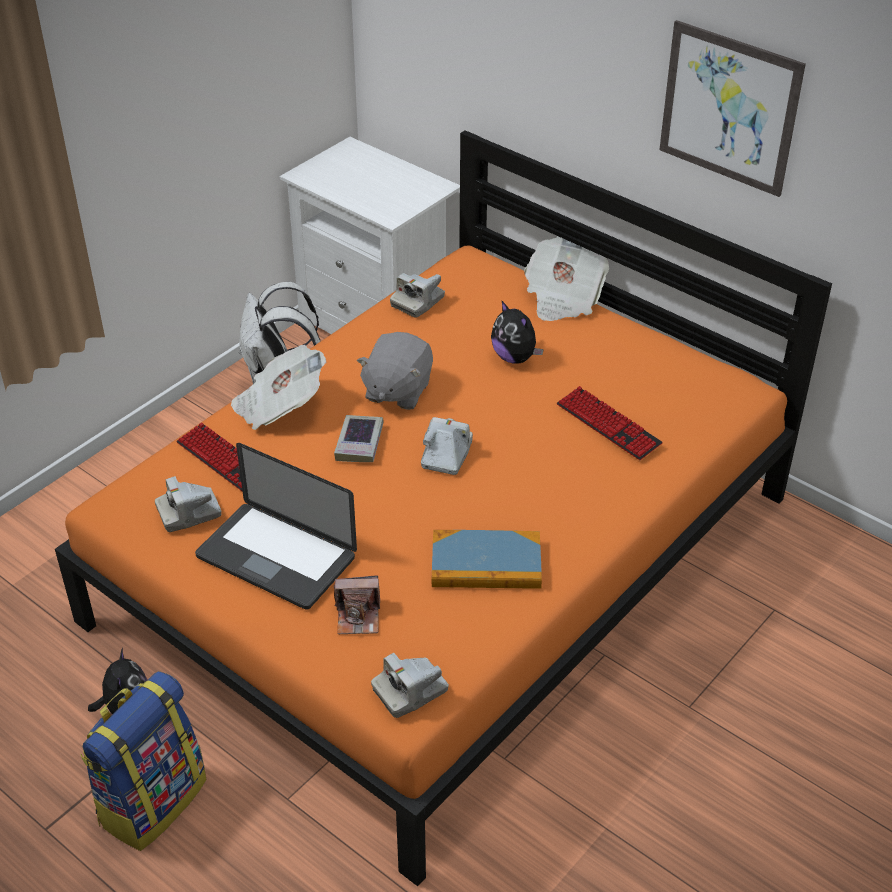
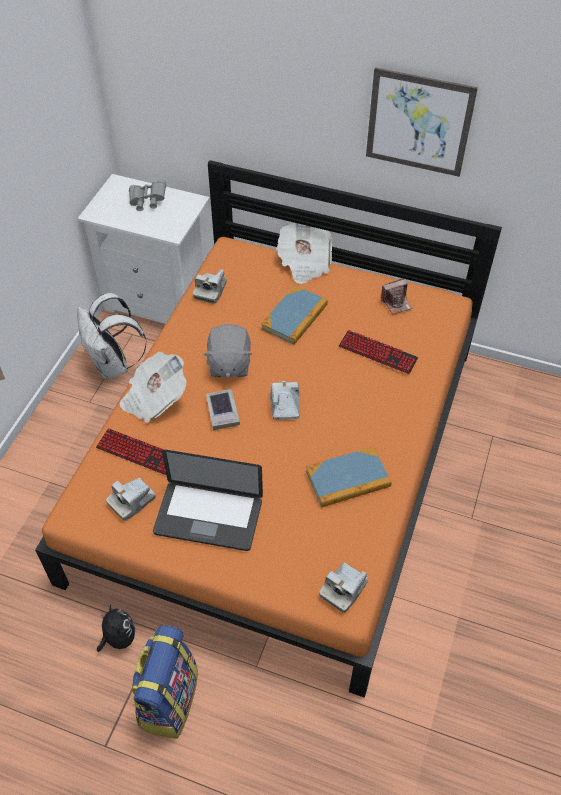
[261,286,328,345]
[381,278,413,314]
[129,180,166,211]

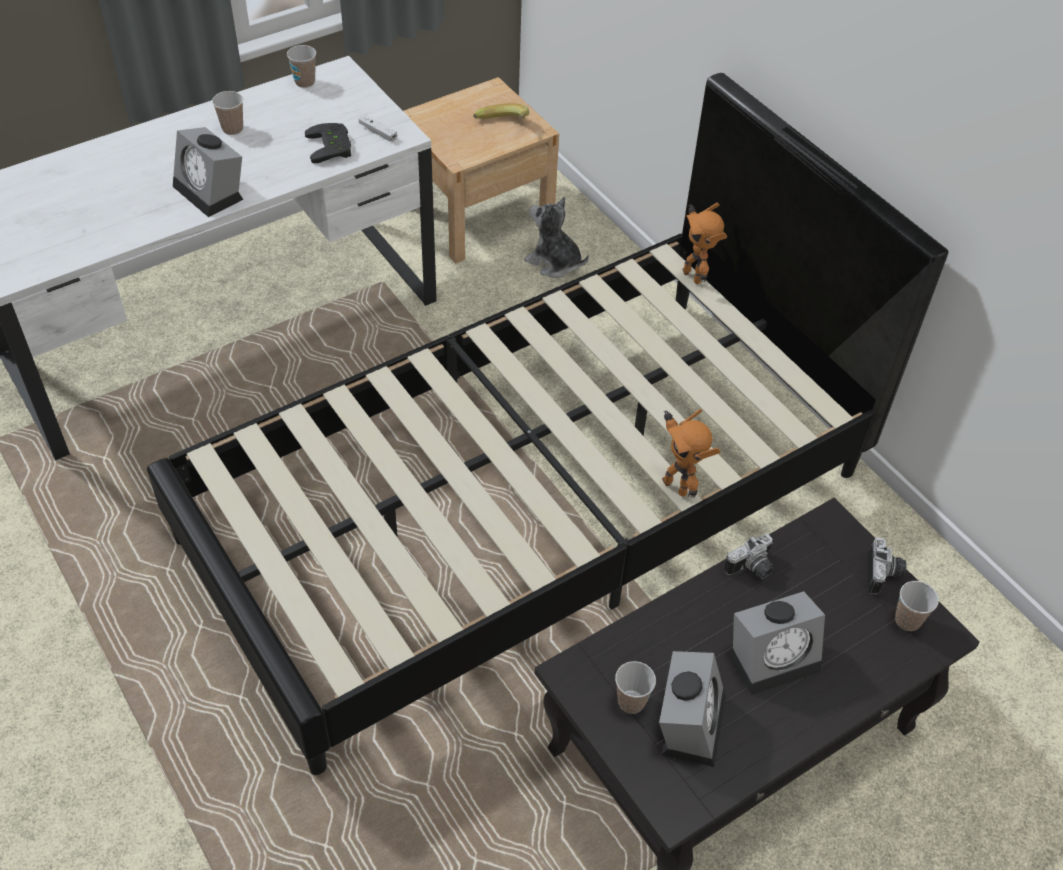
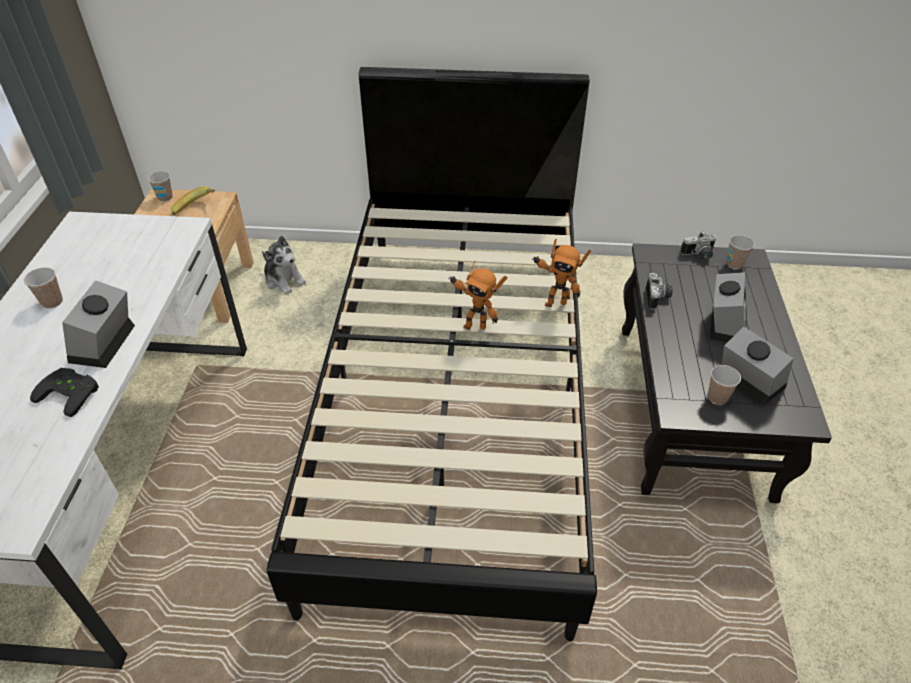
[148,171,173,202]
[359,115,397,142] (first image)
[30,368,99,417]
[62,280,135,368]
[262,236,306,295]
[448,261,507,330]
[681,231,716,260]

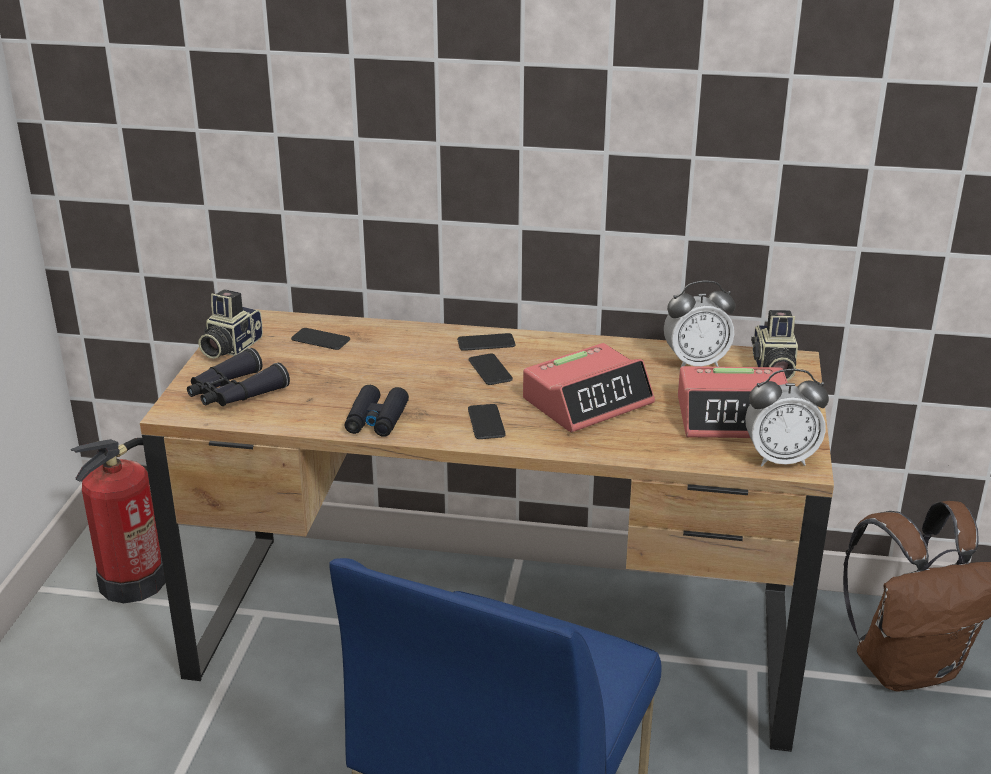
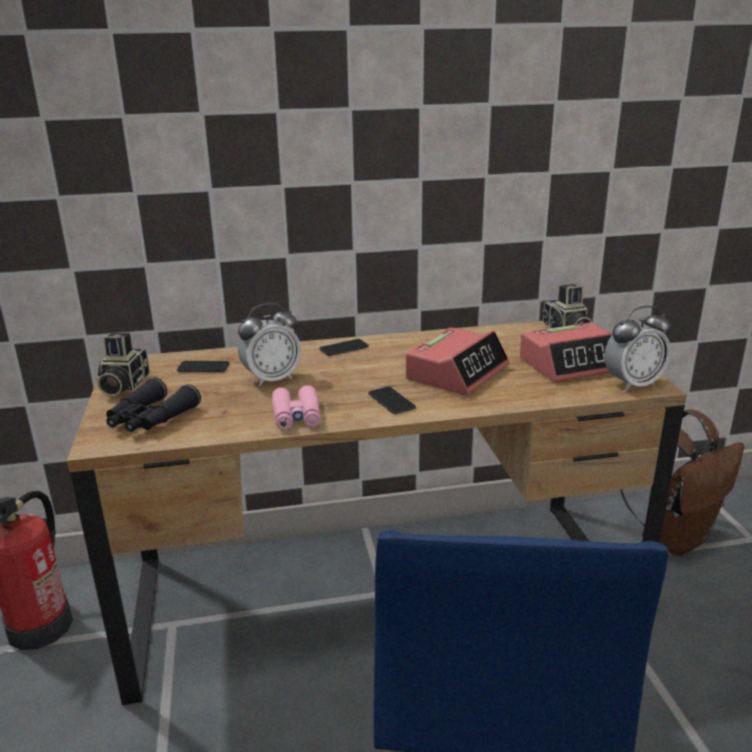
[238,303,301,387]
[469,354,513,385] (first image)
[272,385,321,430]

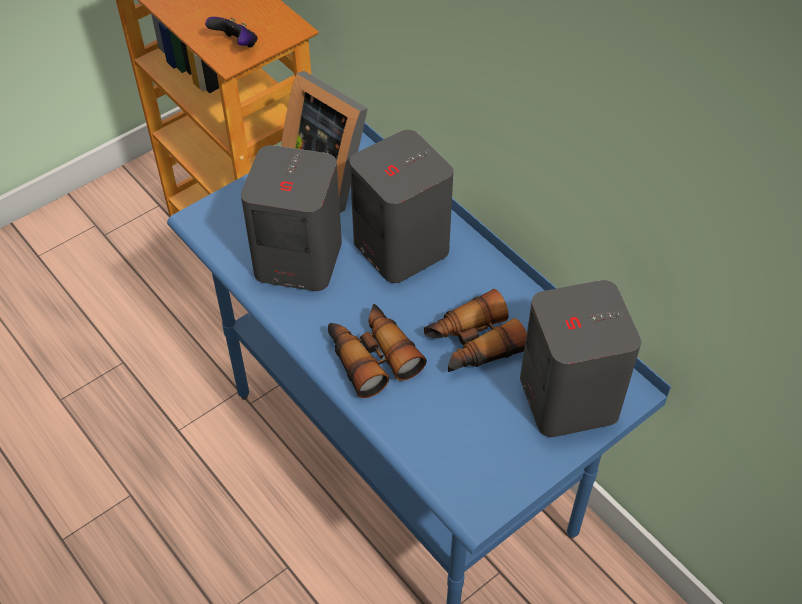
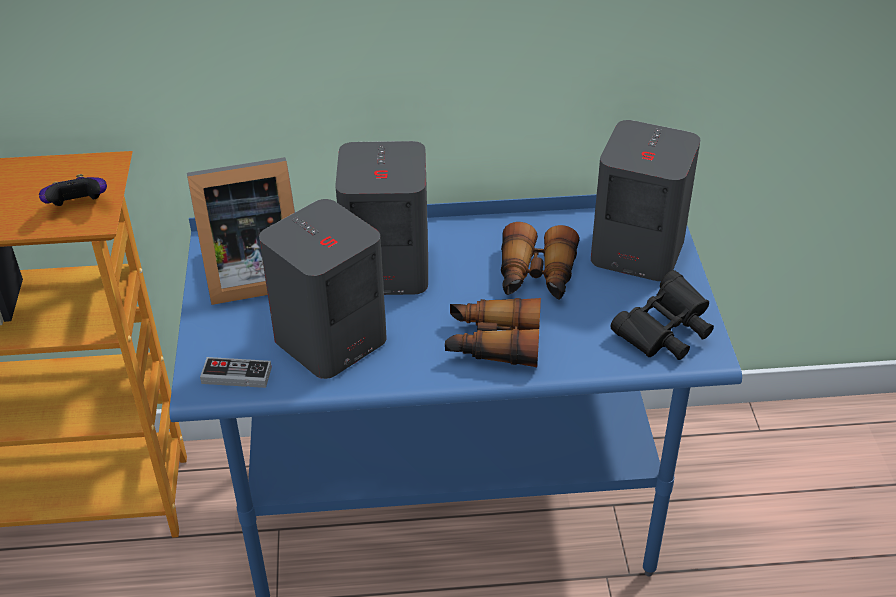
[610,270,714,360]
[200,357,272,388]

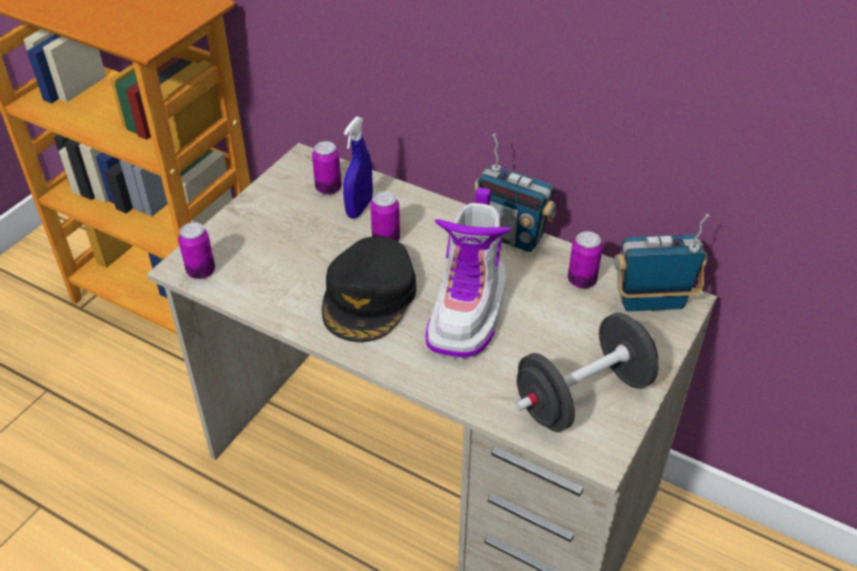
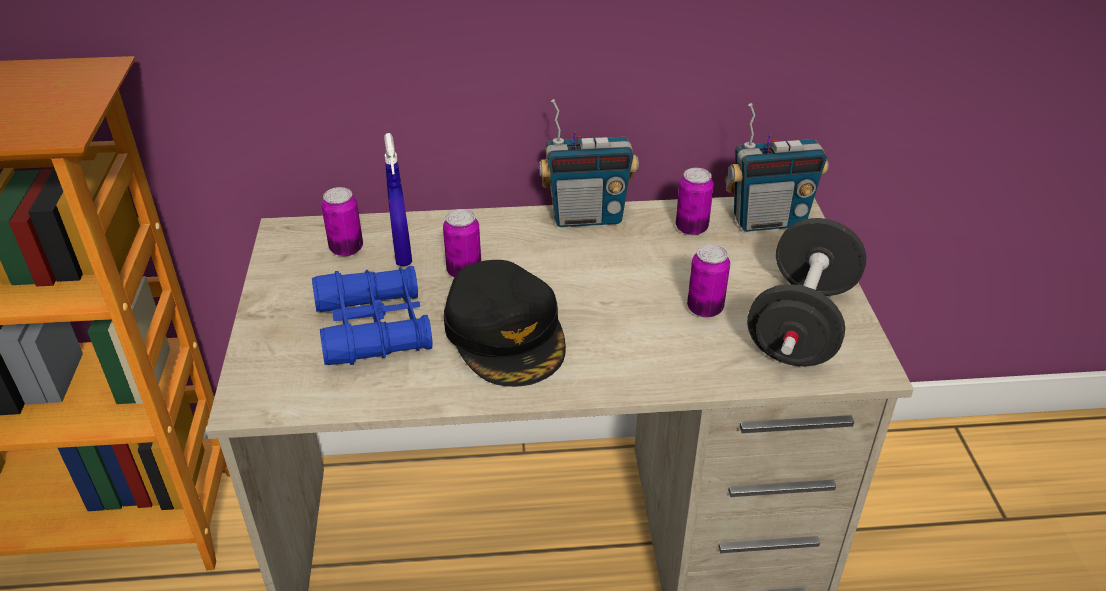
[425,187,512,359] (first image)
[725,103,828,232]
[687,244,730,318]
[312,266,433,365]

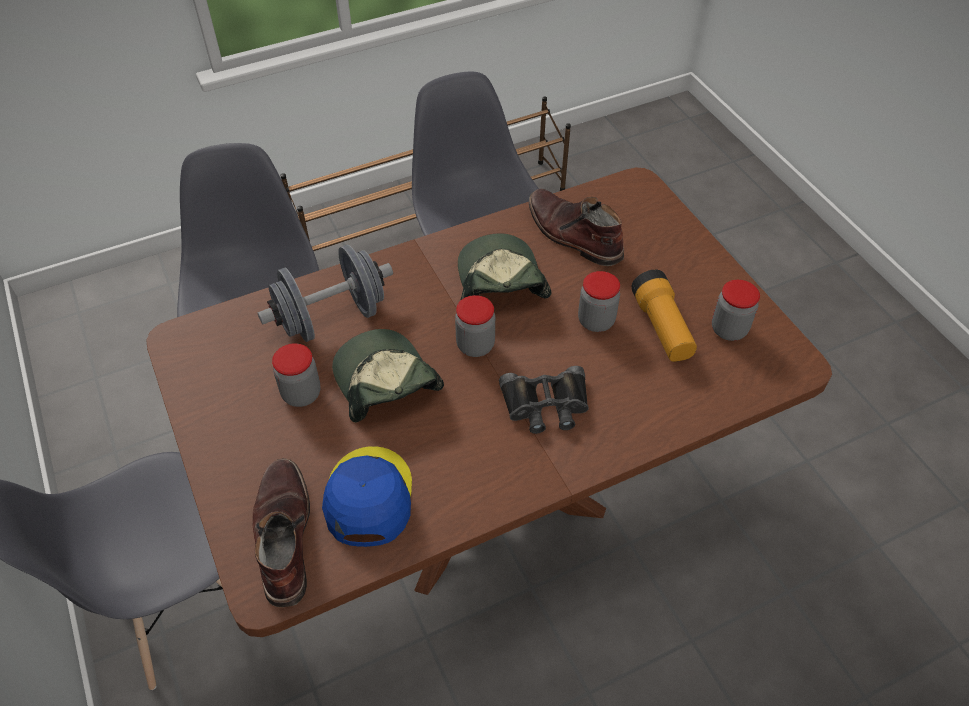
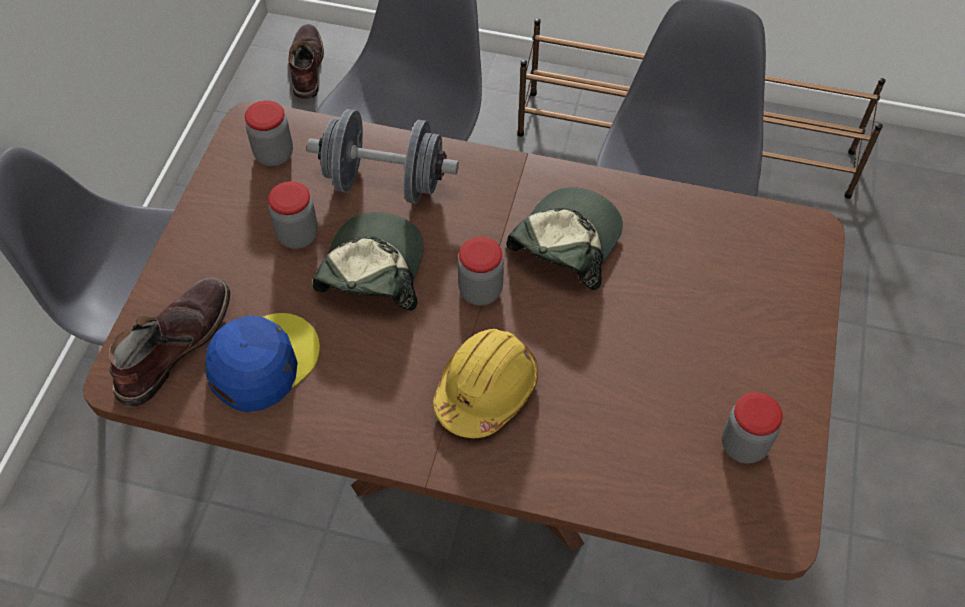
[289,24,324,99]
[631,269,697,362] (first image)
[245,100,293,166]
[433,329,538,438]

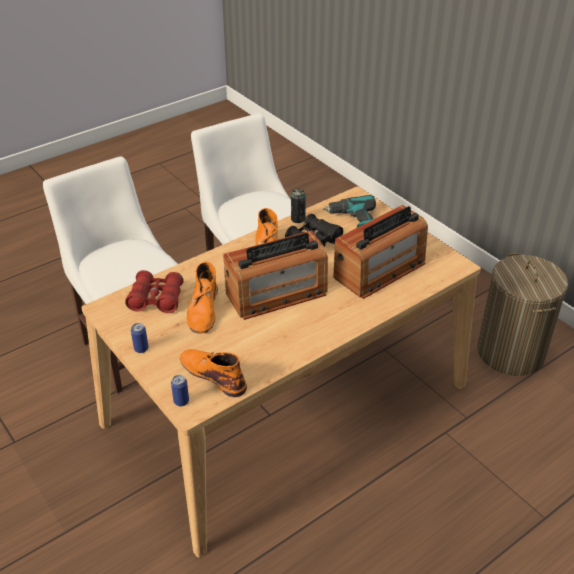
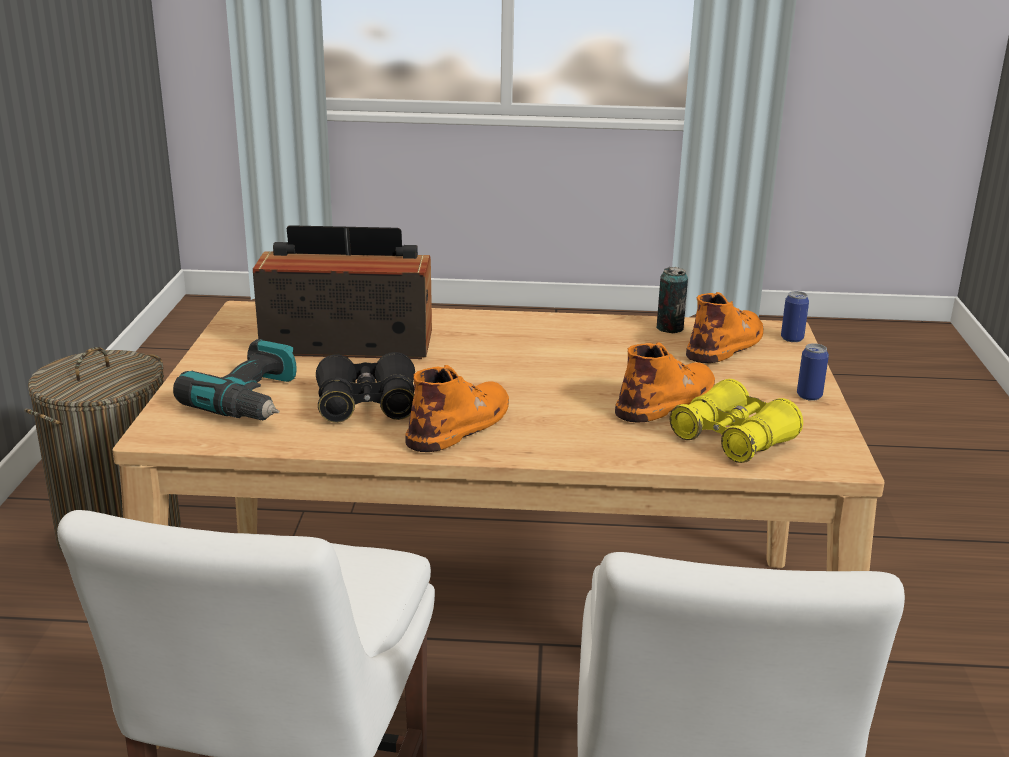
[656,267,688,333]
[223,231,328,320] (first image)
[670,379,803,463]
[686,292,763,363]

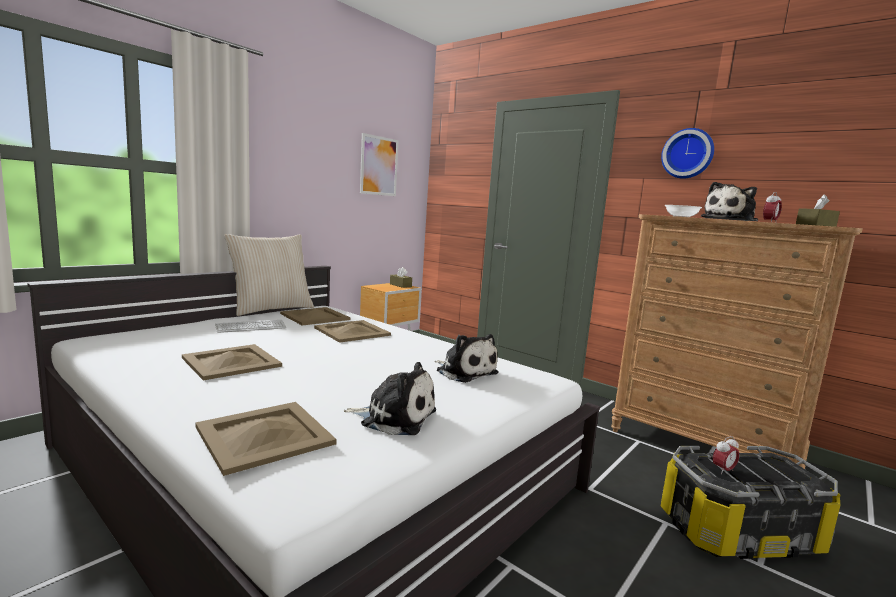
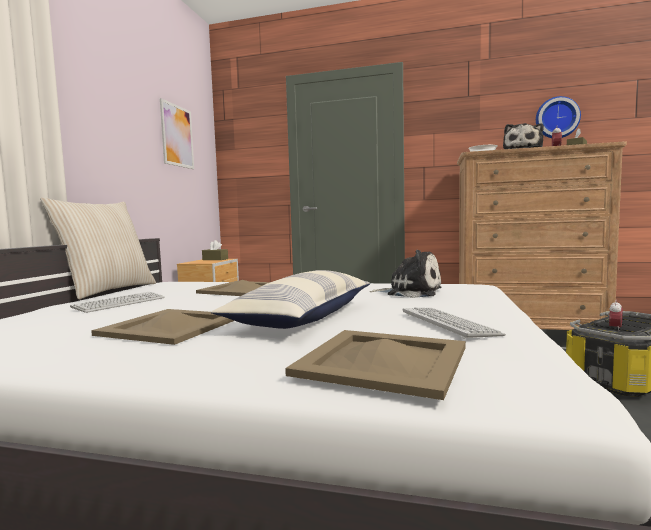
[536,96,581,138]
[280,307,350,326] (first image)
[403,307,506,339]
[211,270,370,329]

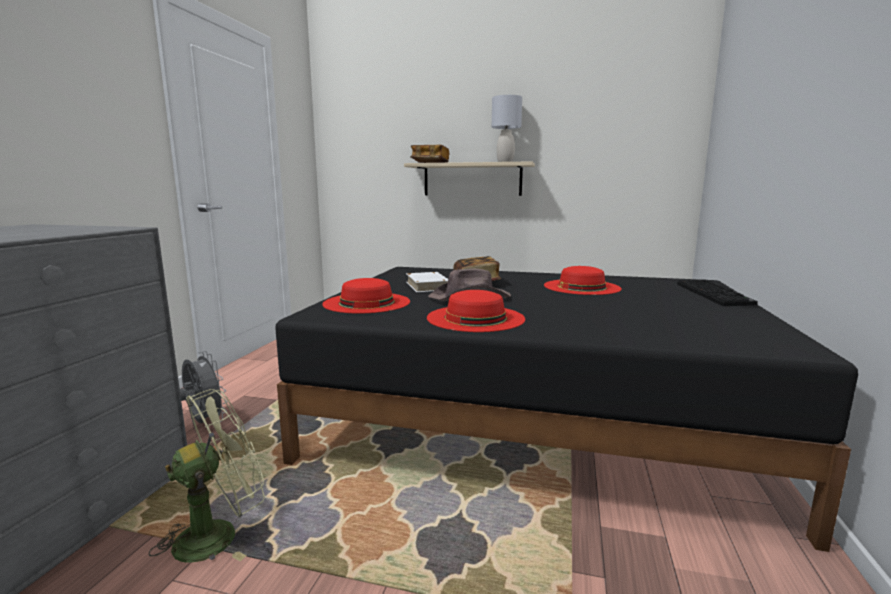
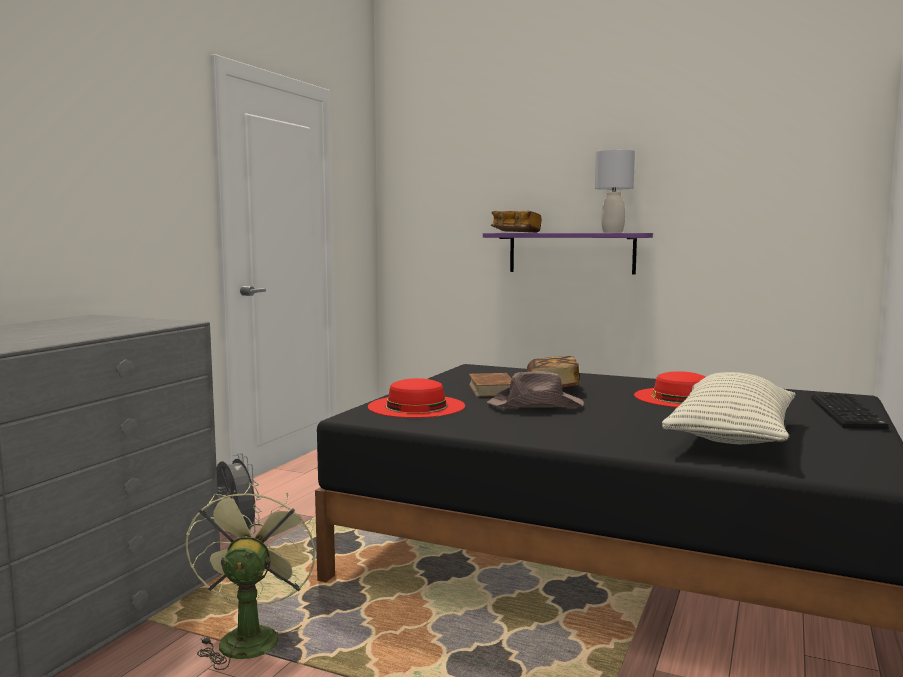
[483,233,653,275]
[469,373,512,397]
[427,290,525,332] (first image)
[186,483,316,670]
[662,372,795,444]

